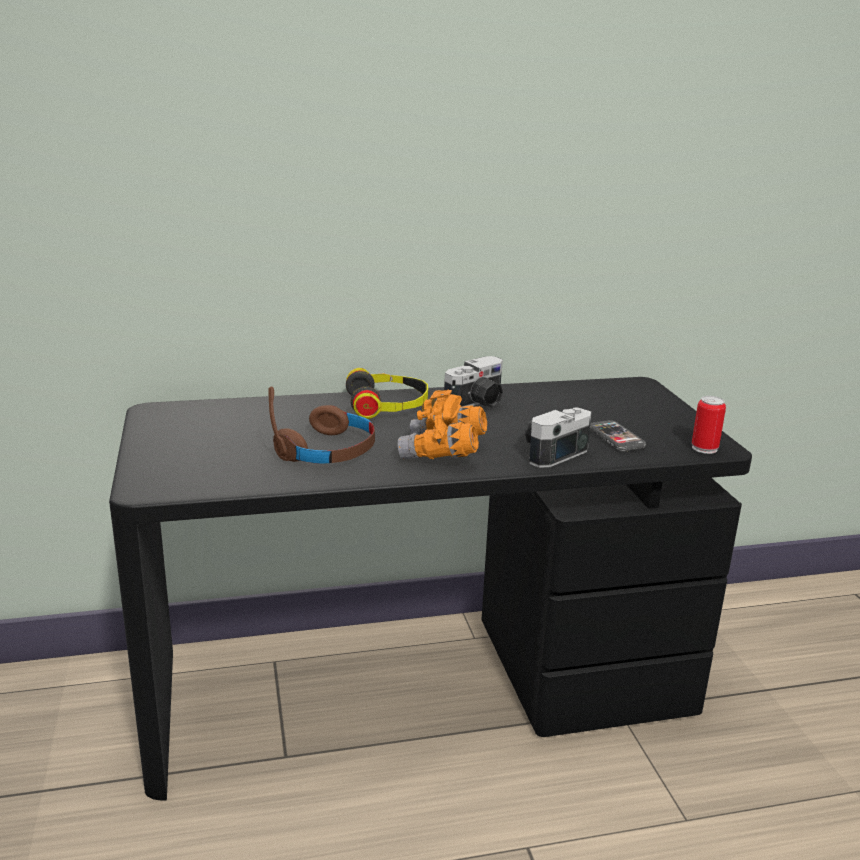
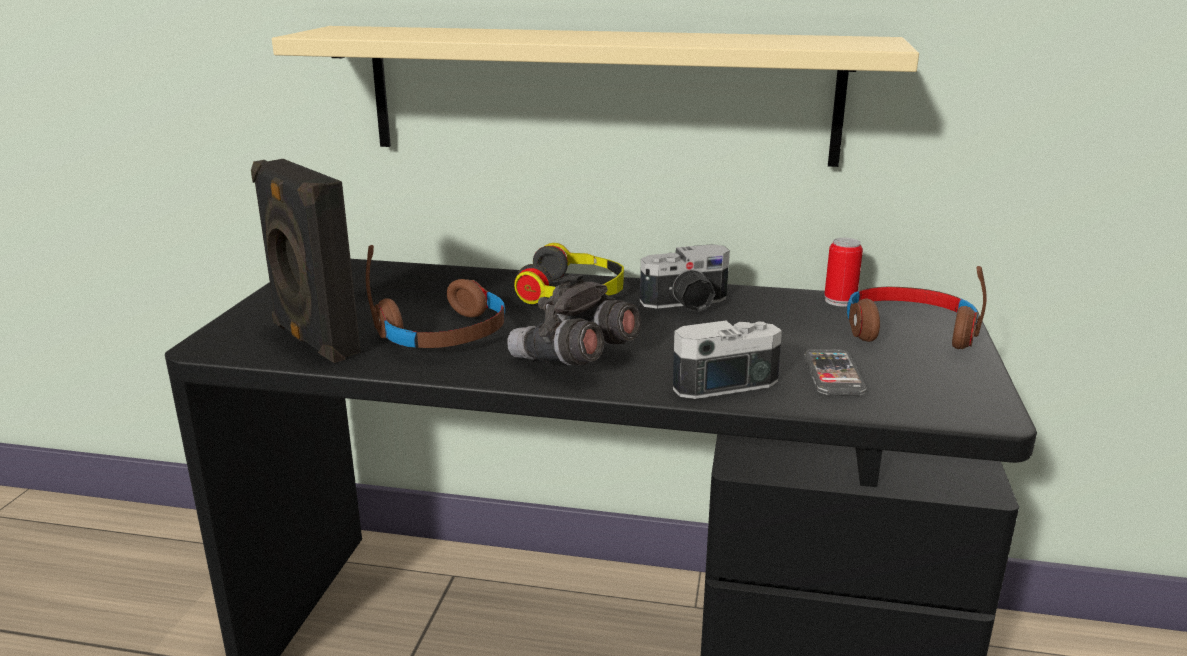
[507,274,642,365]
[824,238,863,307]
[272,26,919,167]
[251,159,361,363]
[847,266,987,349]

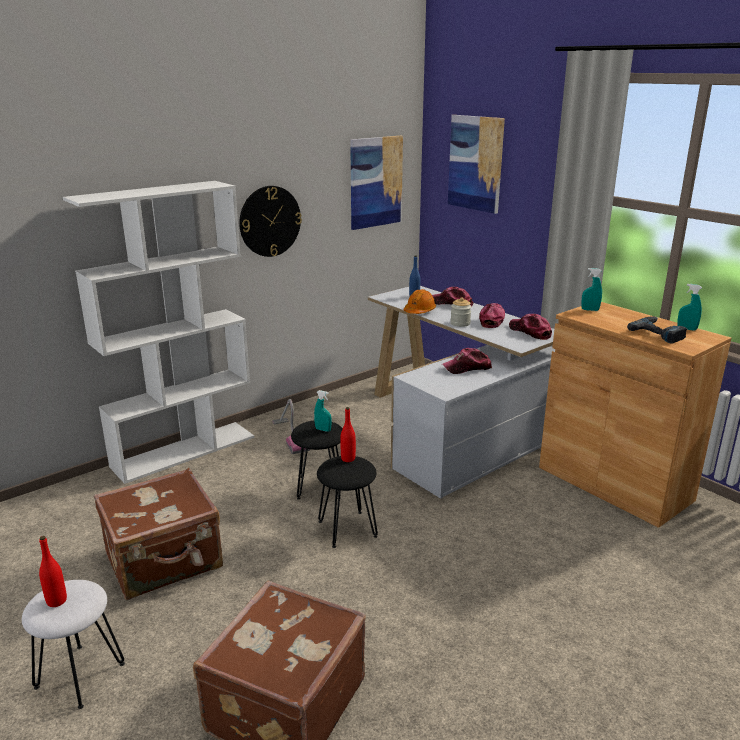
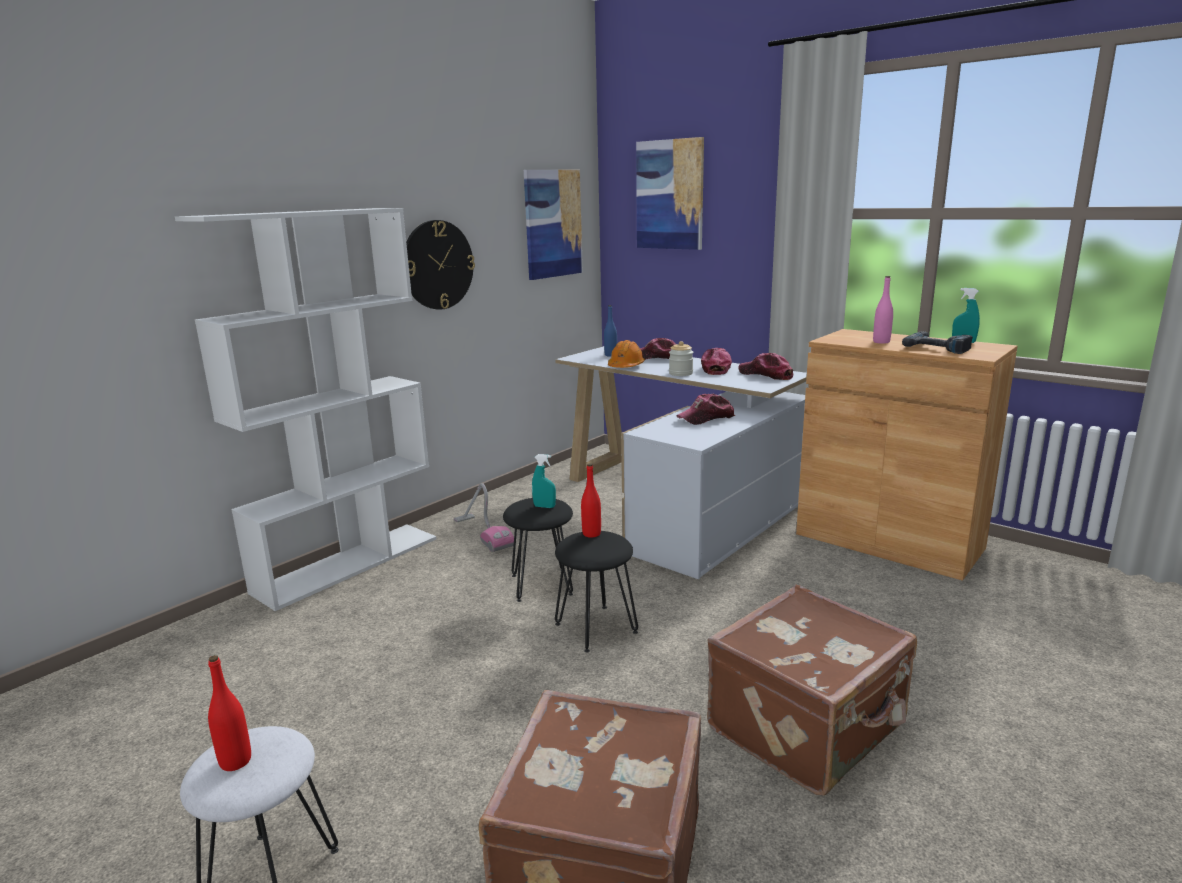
[581,268,602,311] (first image)
[707,584,917,795]
[873,276,893,344]

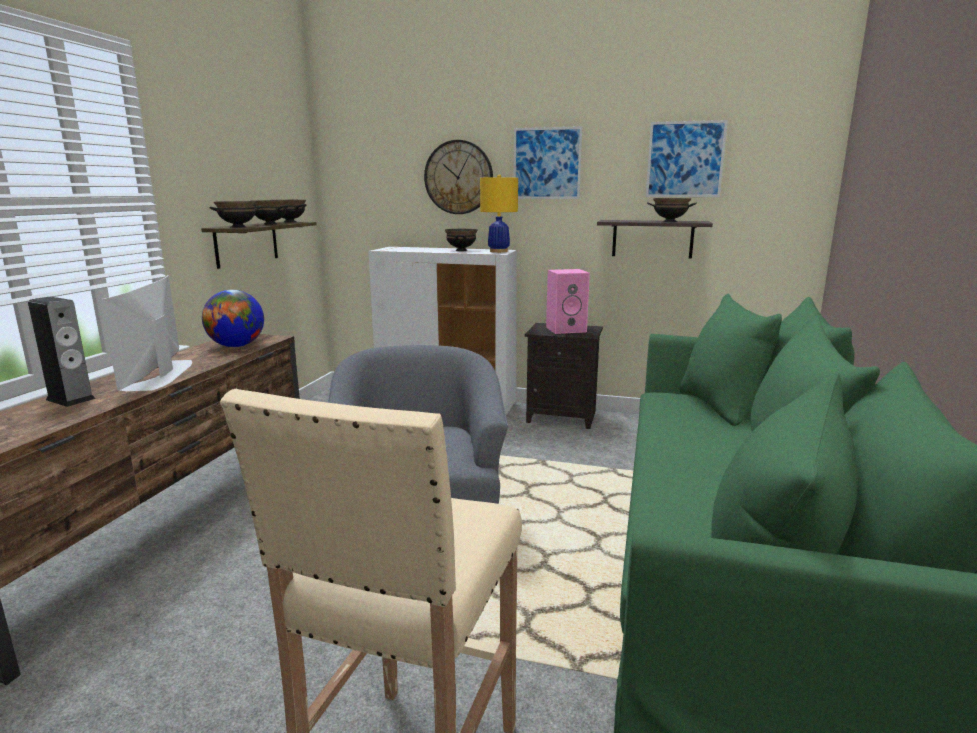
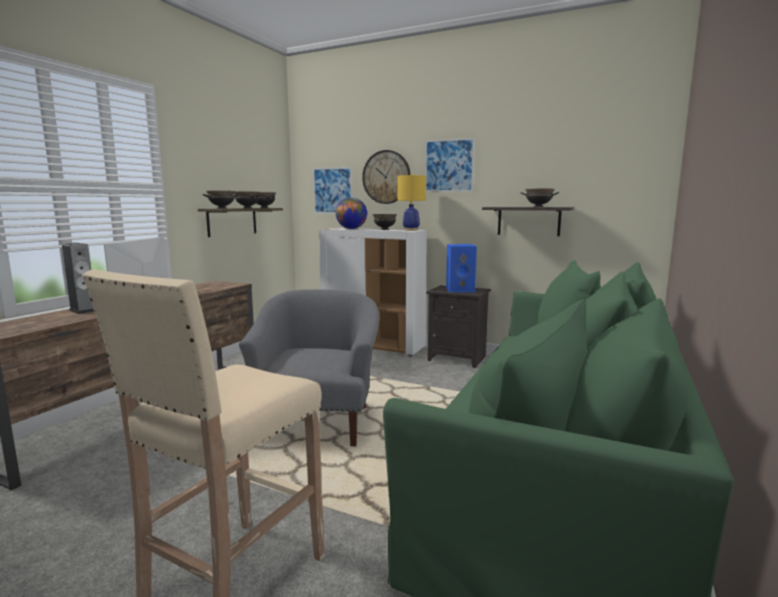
[313,167,353,214]
[446,244,477,292]
[336,197,367,229]

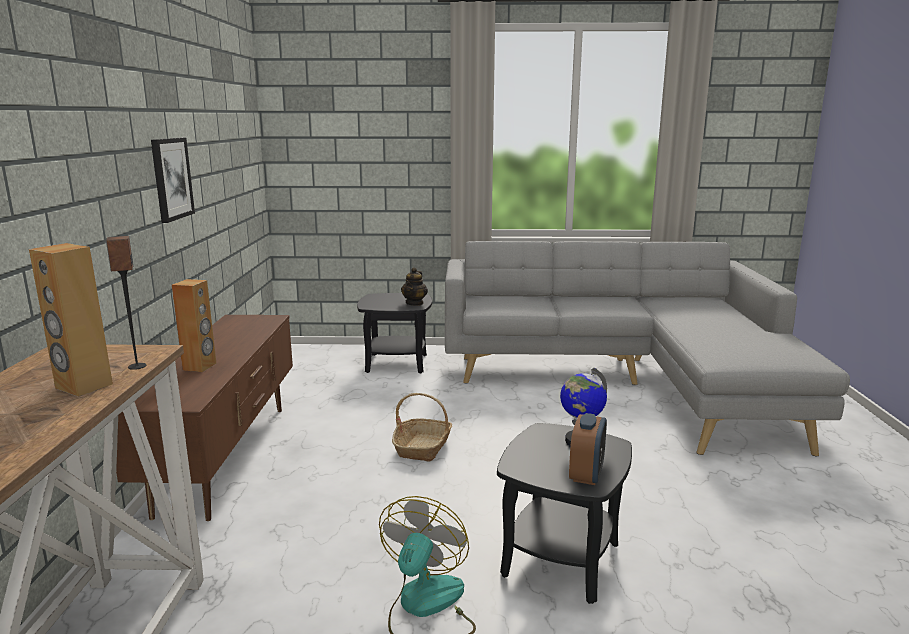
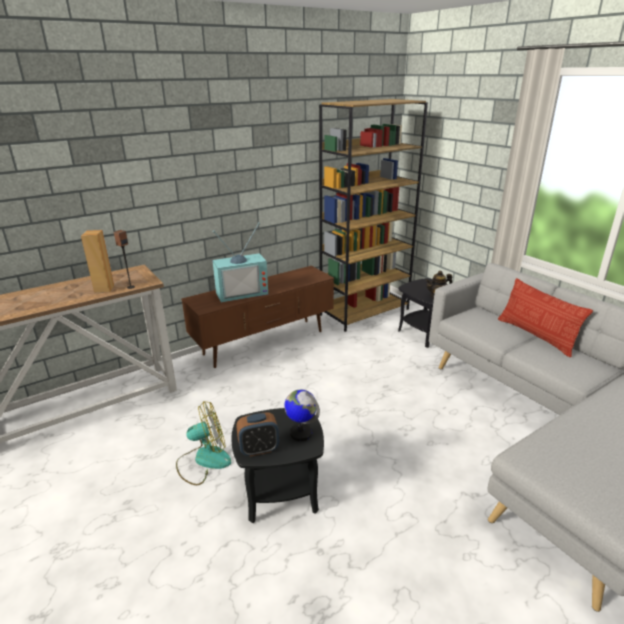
[151,138,195,223] (first image)
[212,222,268,303]
[392,393,453,462] (first image)
[319,99,428,332]
[498,278,593,357]

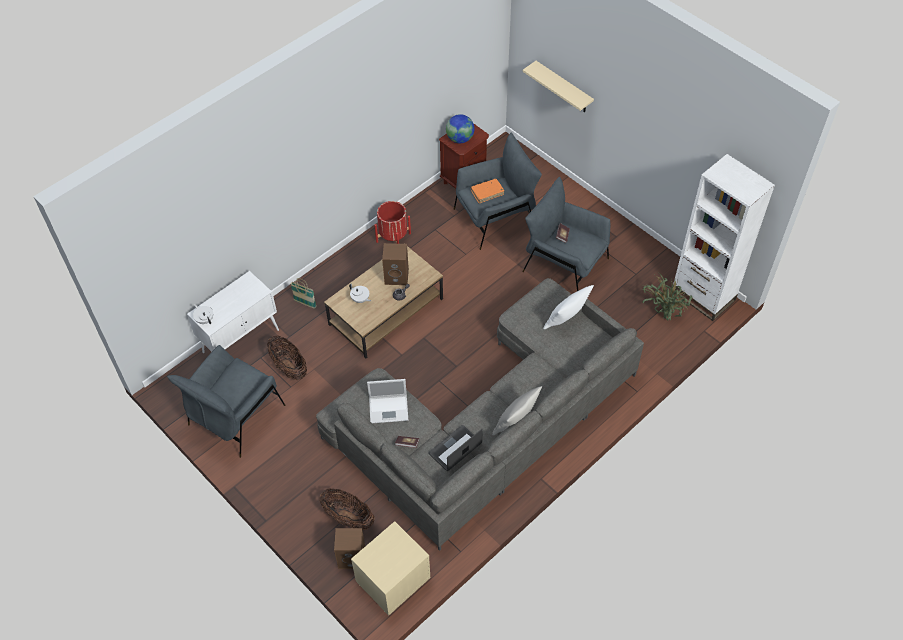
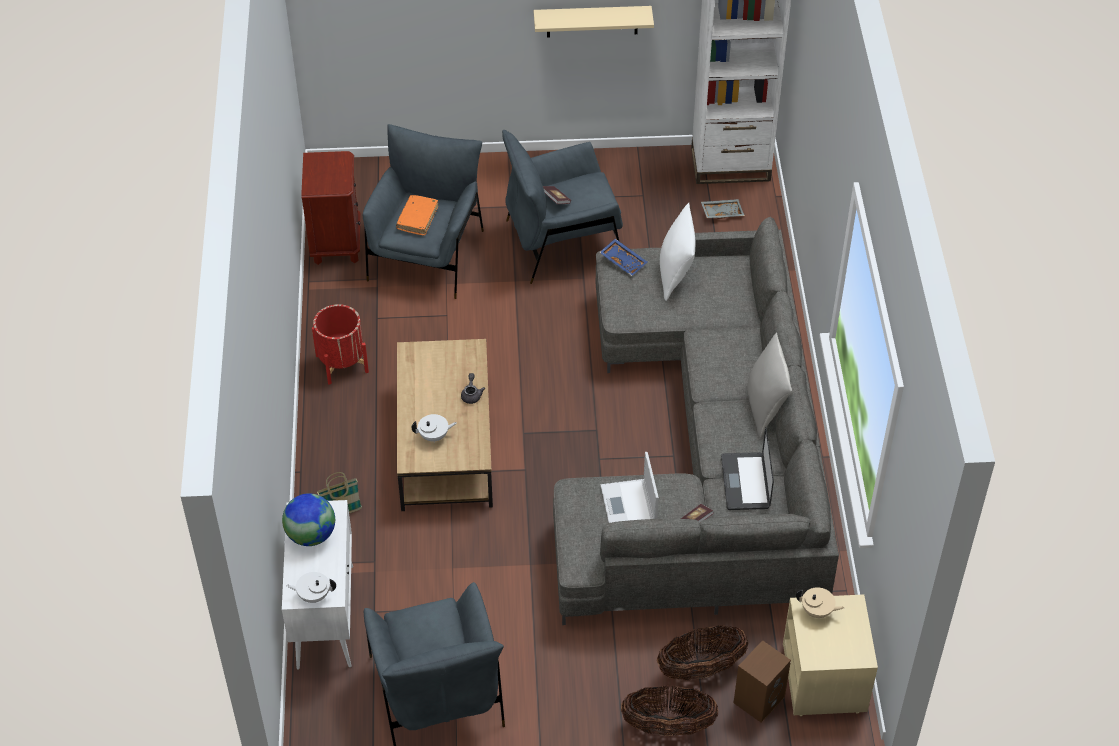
[534,6,654,37]
[282,493,335,546]
[382,243,409,285] (first image)
[701,199,745,219]
[621,685,718,736]
[601,452,659,523]
[599,239,647,276]
[796,587,844,618]

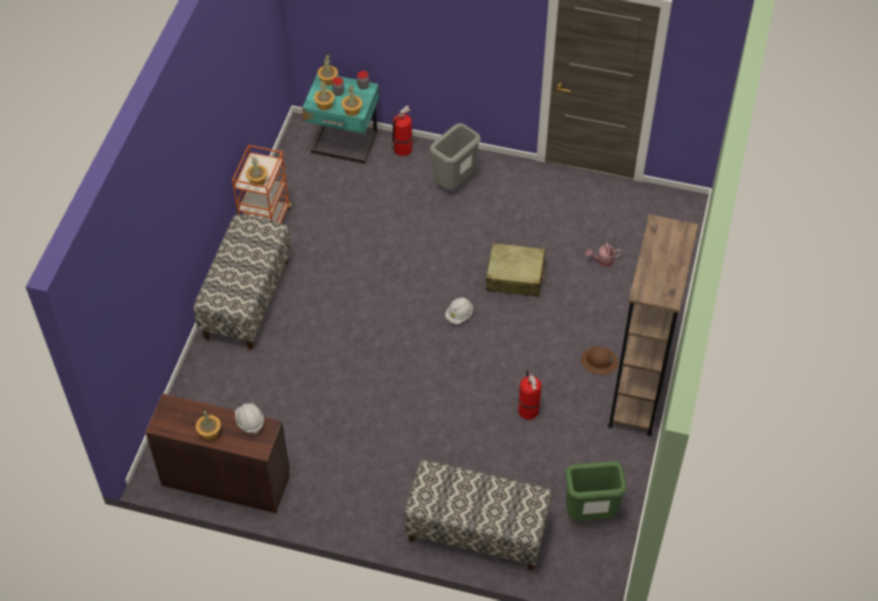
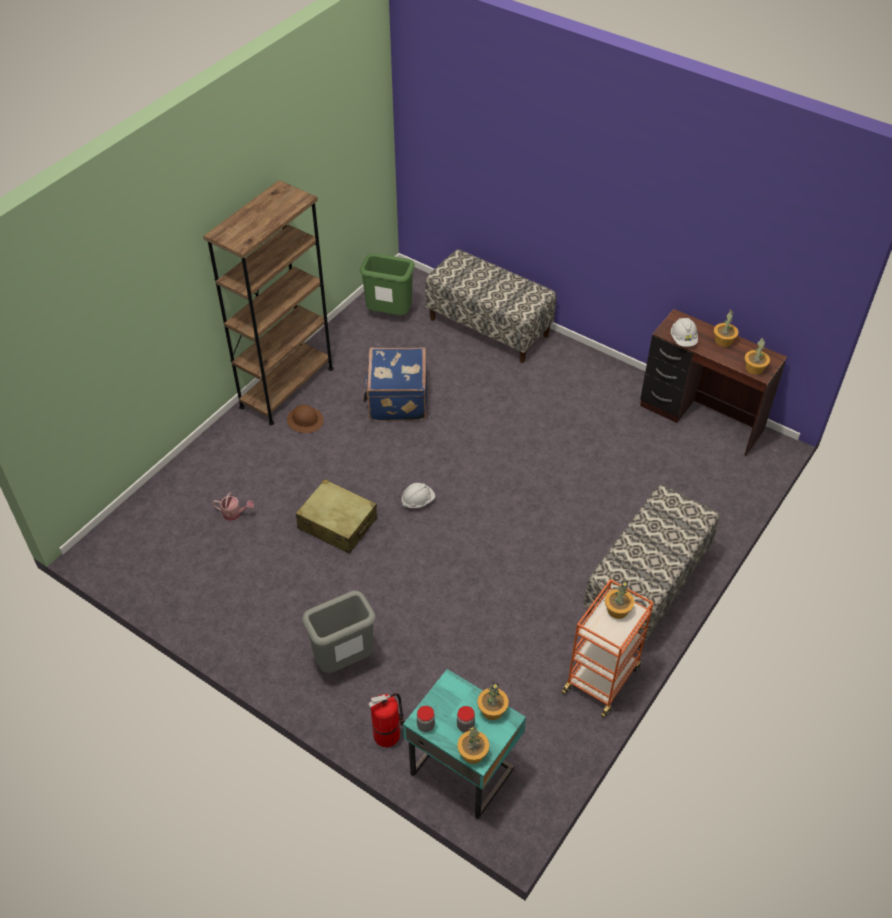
[744,337,770,375]
[363,347,427,421]

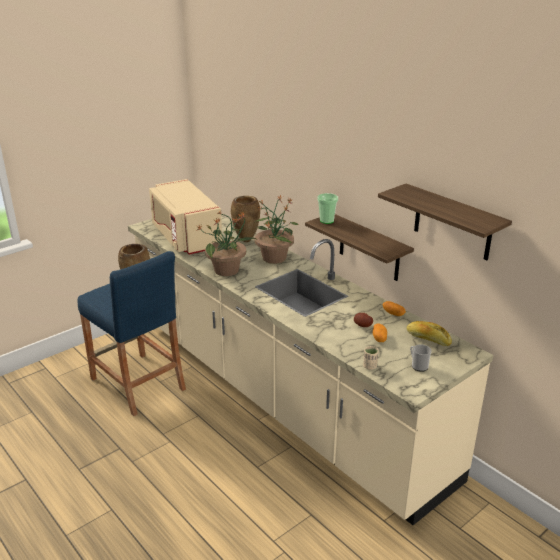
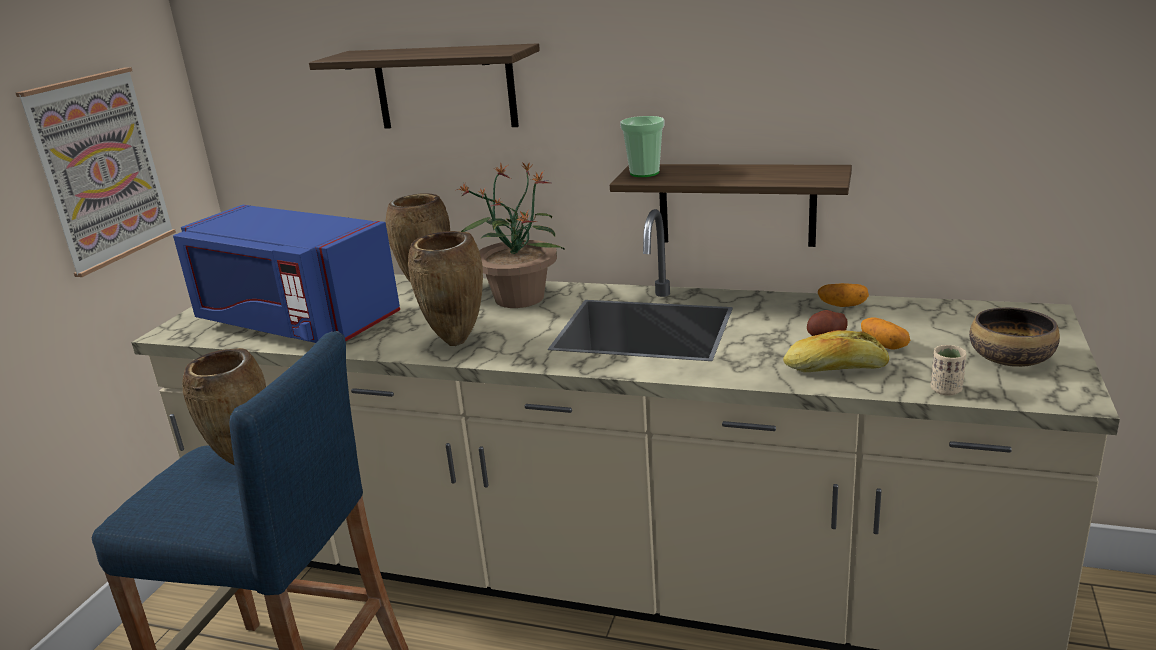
[173,205,400,343]
[309,43,540,129]
[408,231,483,346]
[783,330,889,372]
[969,307,1060,367]
[16,67,176,277]

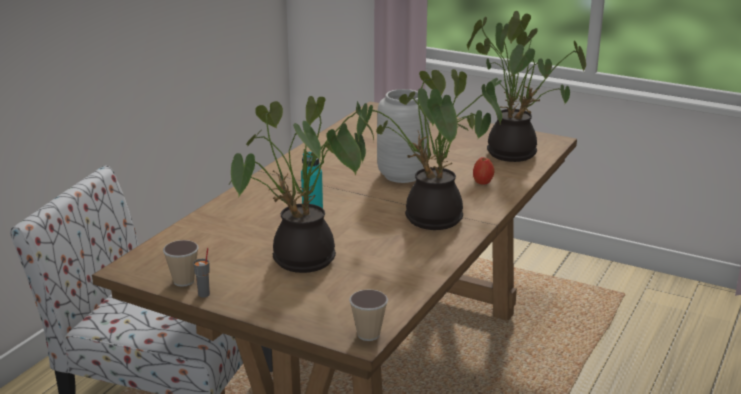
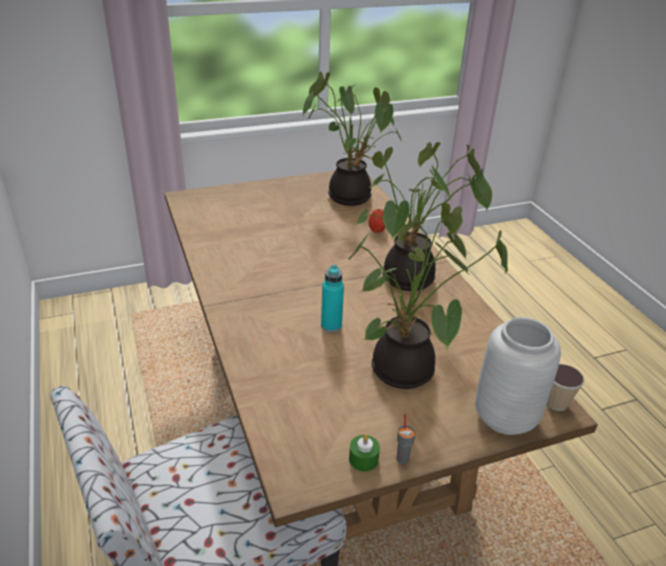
[475,317,561,435]
[349,435,380,471]

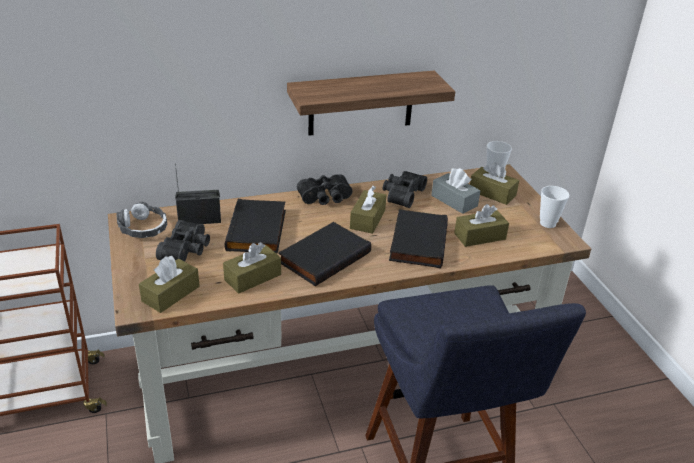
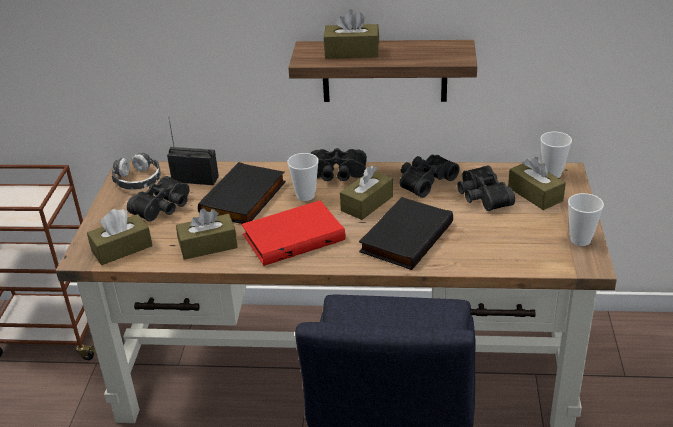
[457,165,515,211]
[324,9,379,58]
[242,200,346,266]
[287,153,319,201]

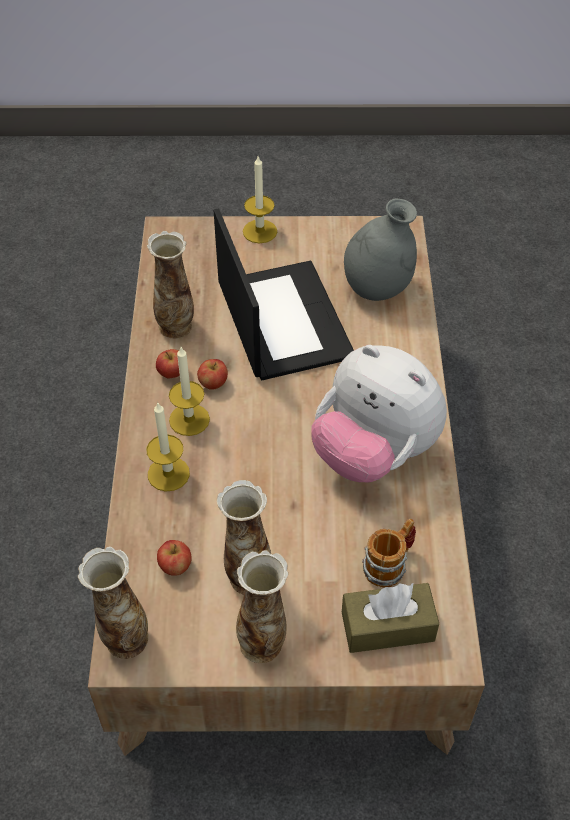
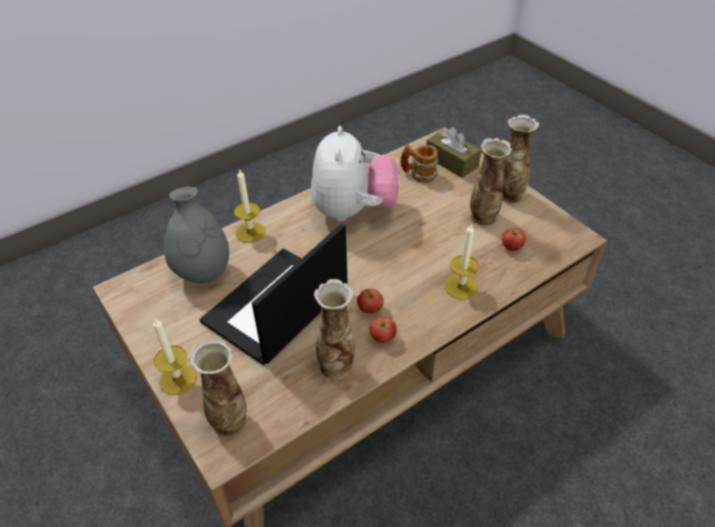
[234,168,265,243]
[190,339,246,437]

